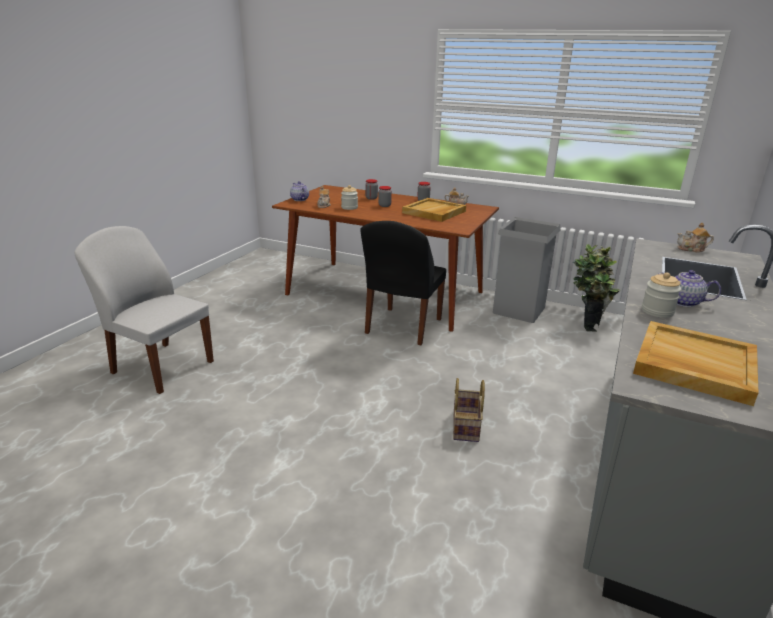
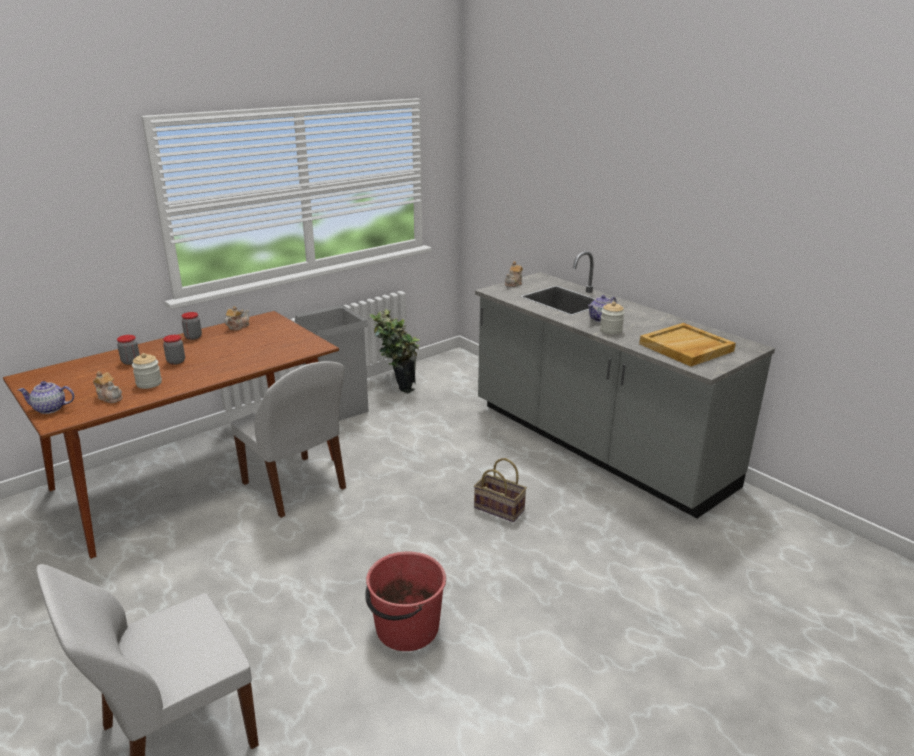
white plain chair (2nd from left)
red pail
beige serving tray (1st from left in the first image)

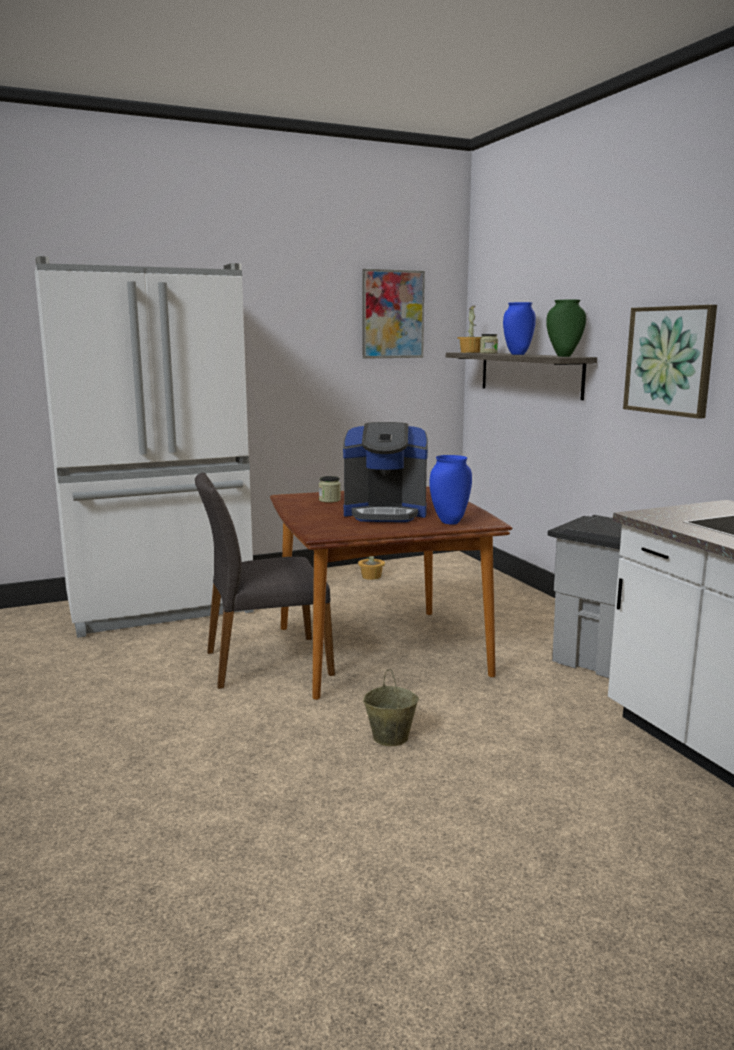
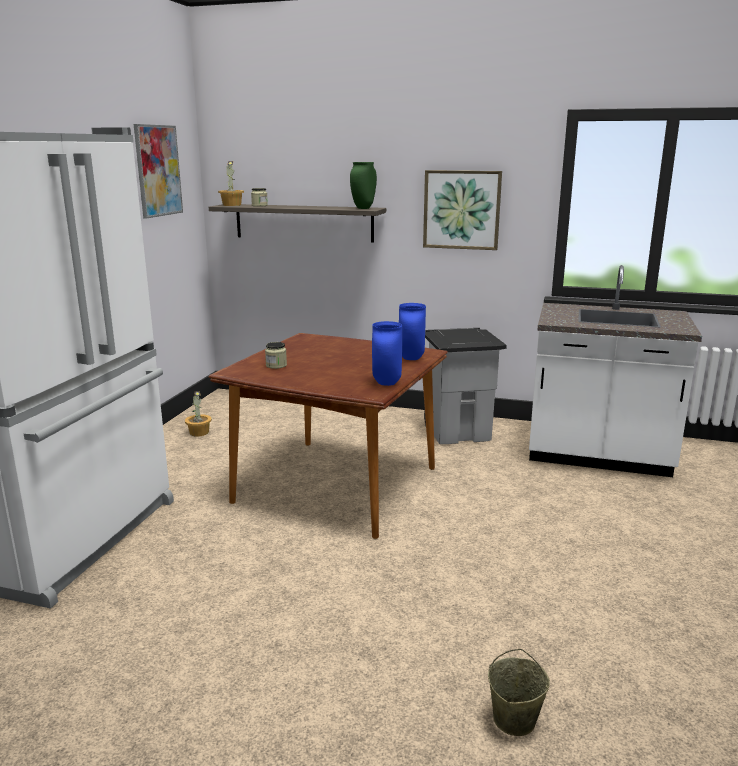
blue vase (1st from left)
beige pail
gray plain chair
coffee brewer

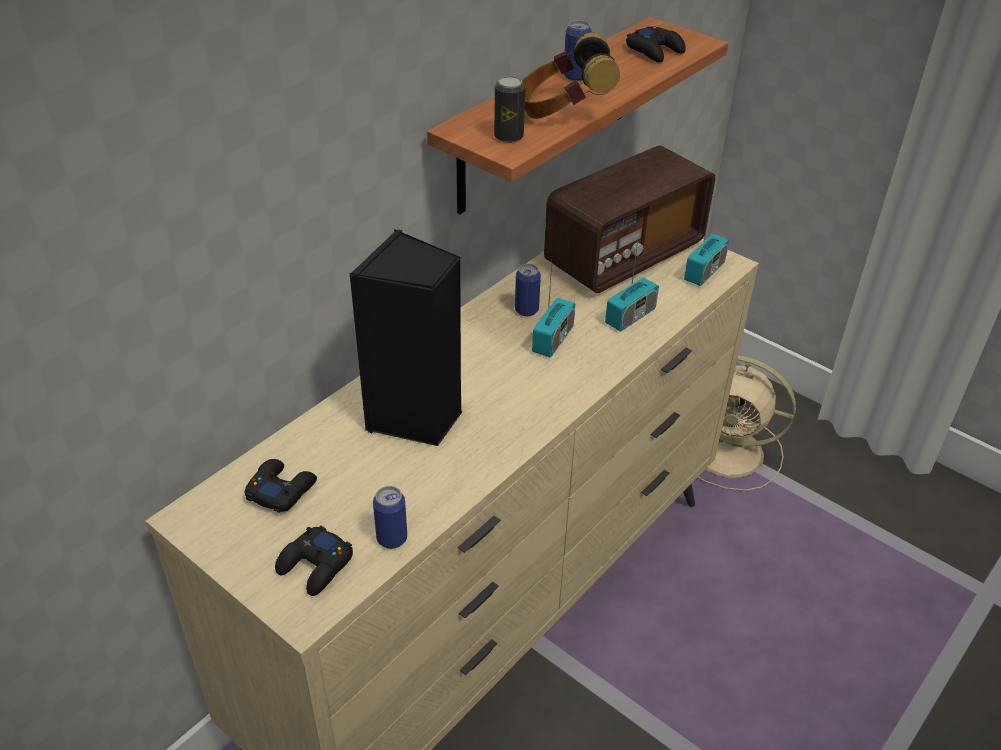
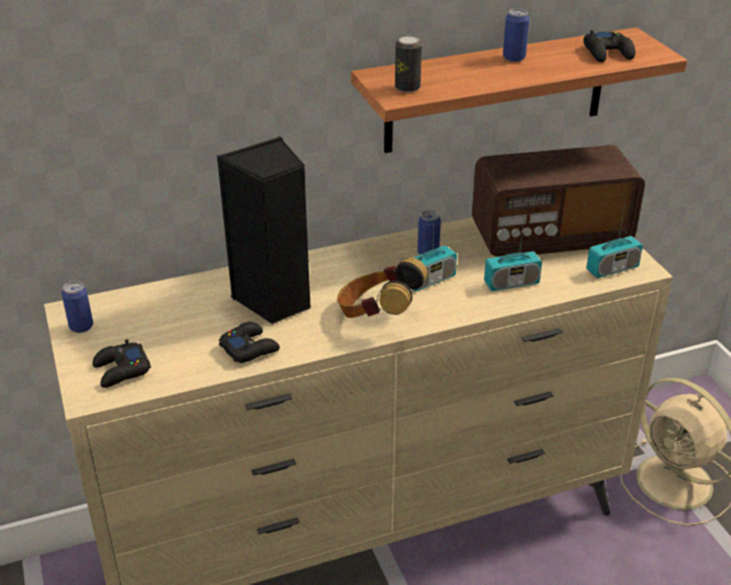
sealed can (1st from left)
black-coloured gamepad (2nd from left)
headphones

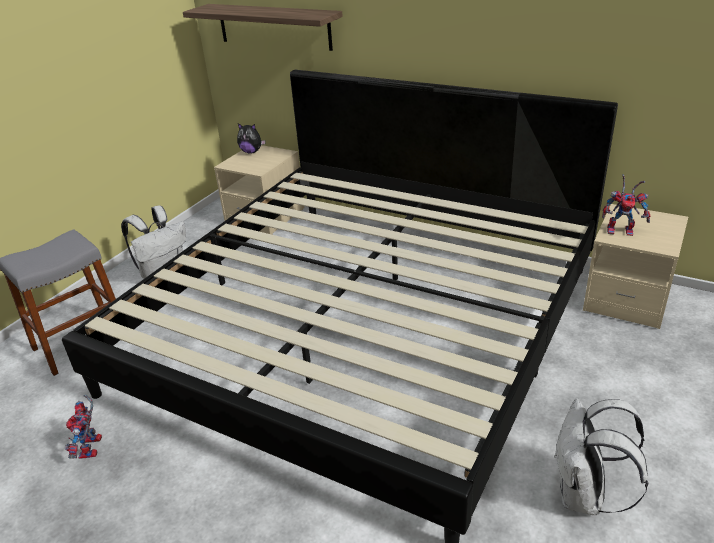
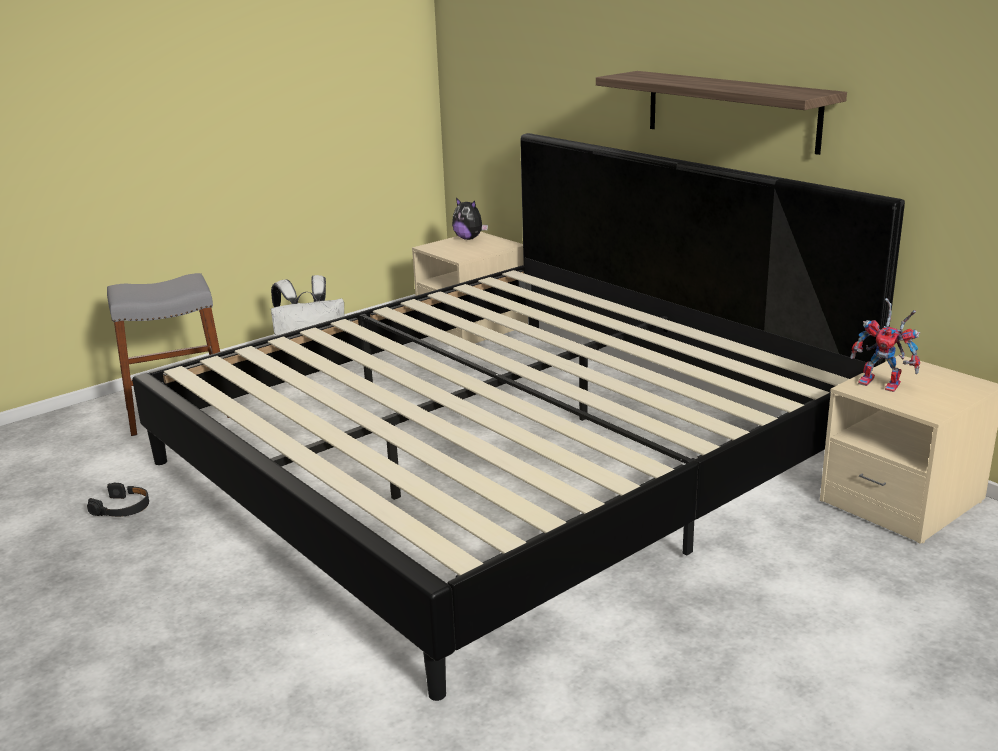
black-coloured headphones
bracket shelf
white knapsack (2nd from left in the first image)

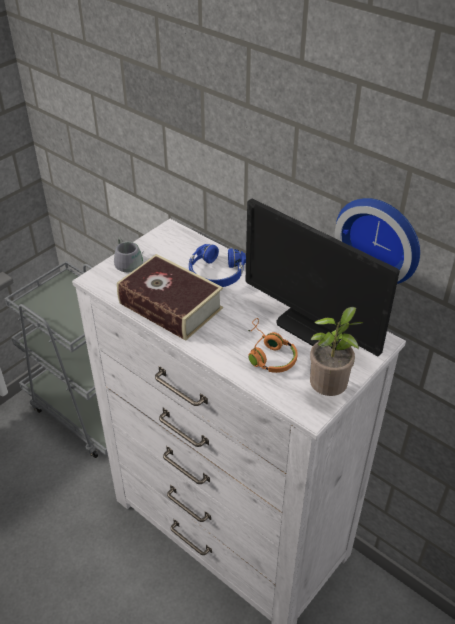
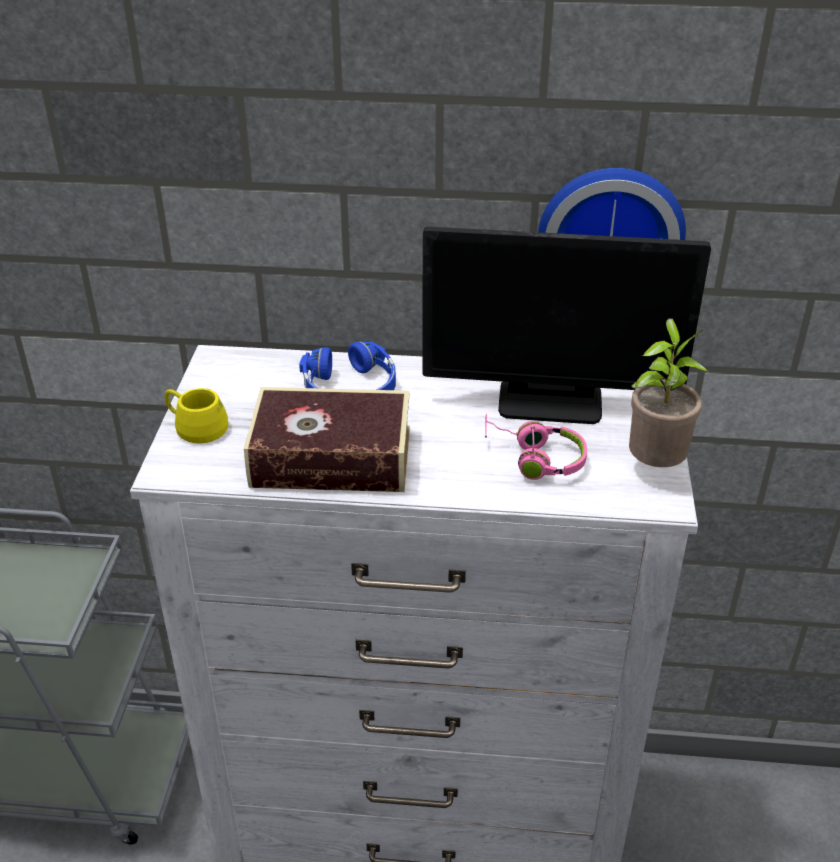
yellow mug
pink-coloured headphones

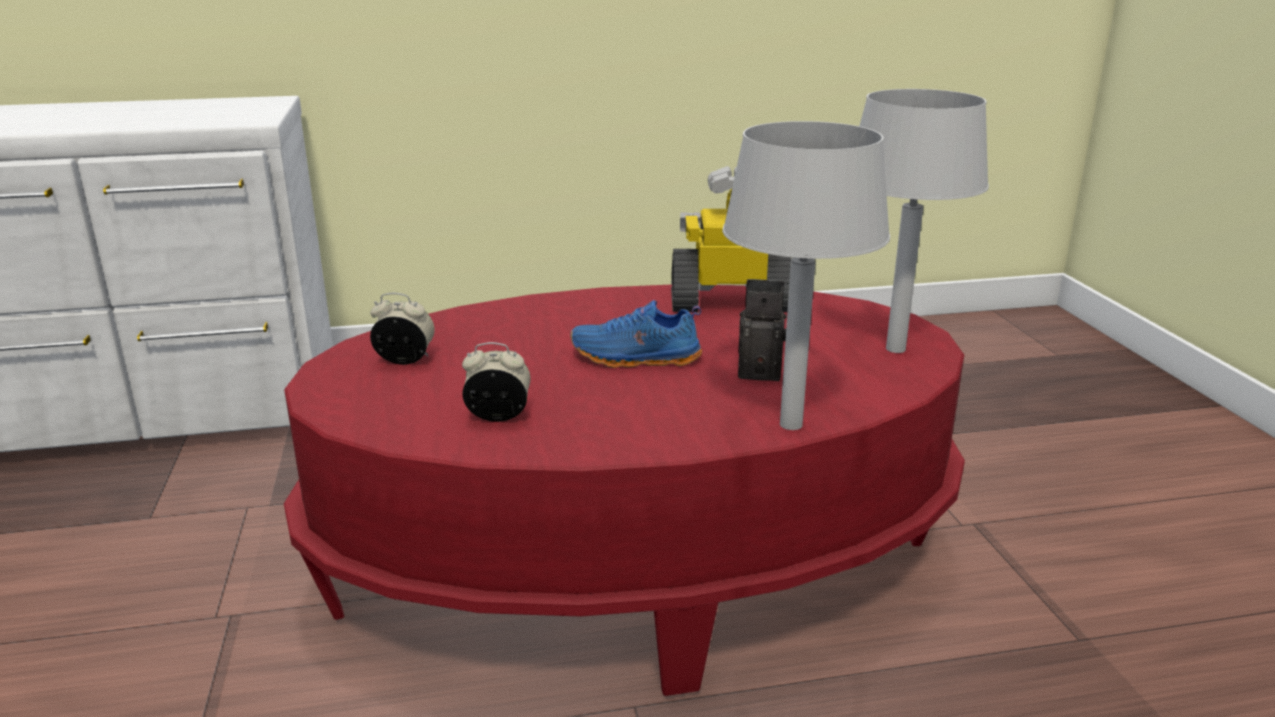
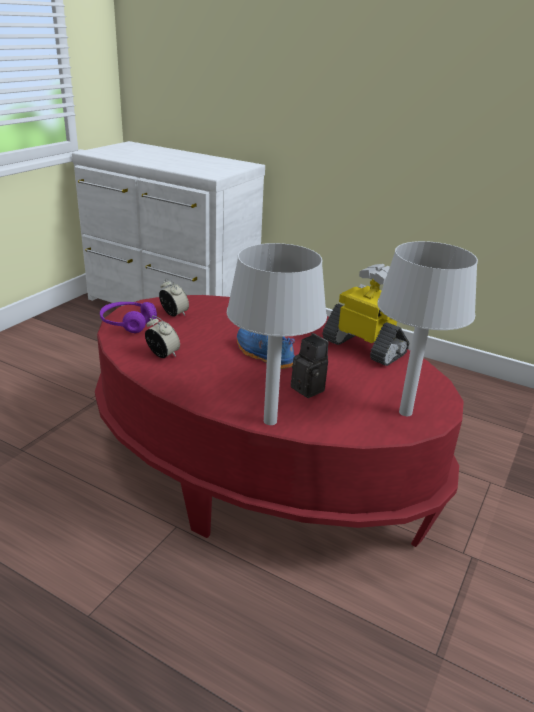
purplish headphones

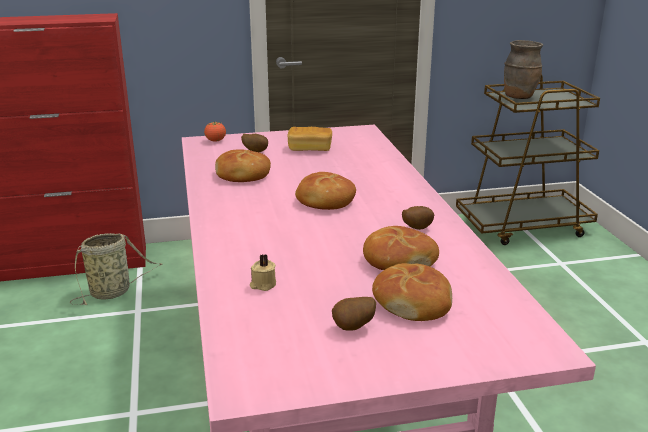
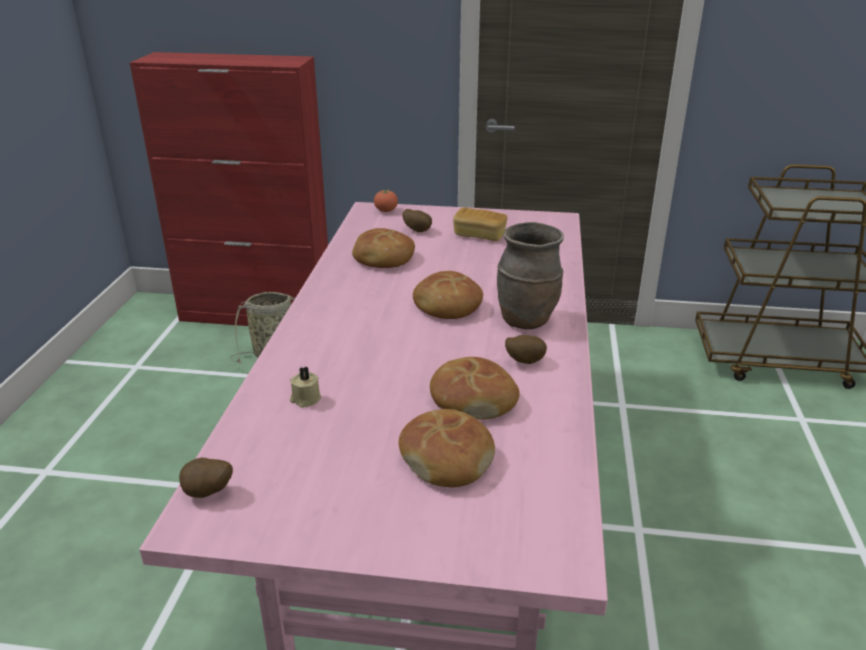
spud (1st from left)
brown vase

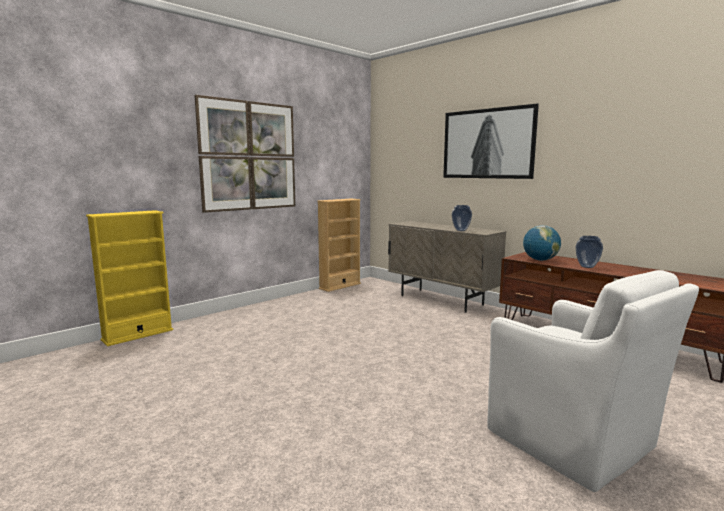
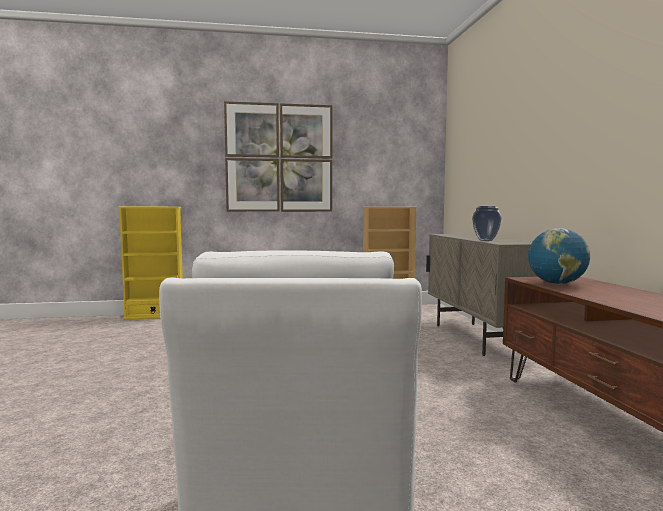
wall art (2nd from left in the first image)
vase (2nd from left in the first image)

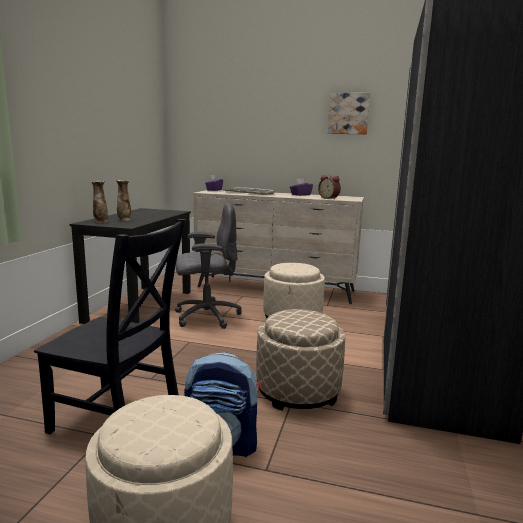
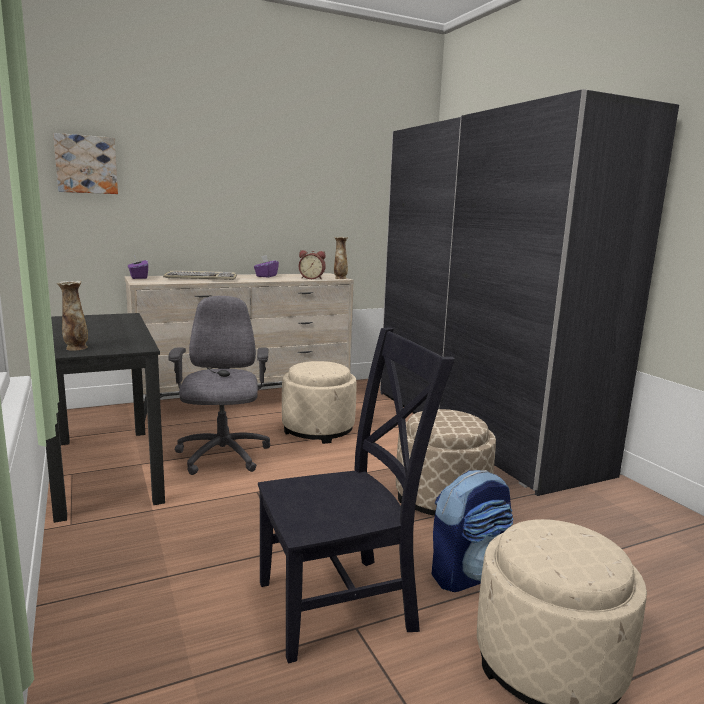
wall art
gray desk chair
vase (2nd from left)

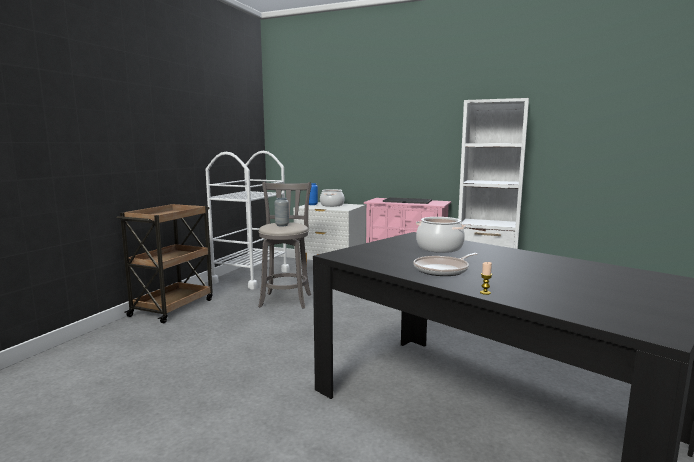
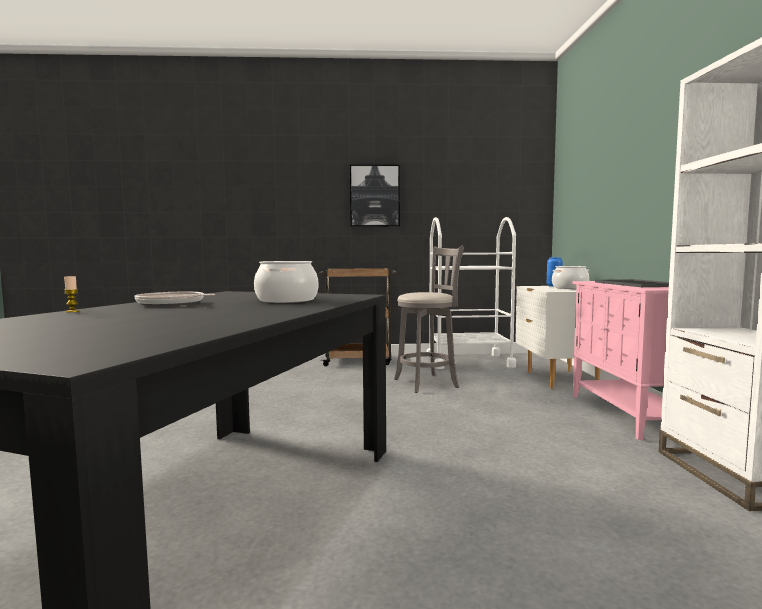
wall art
gray vase

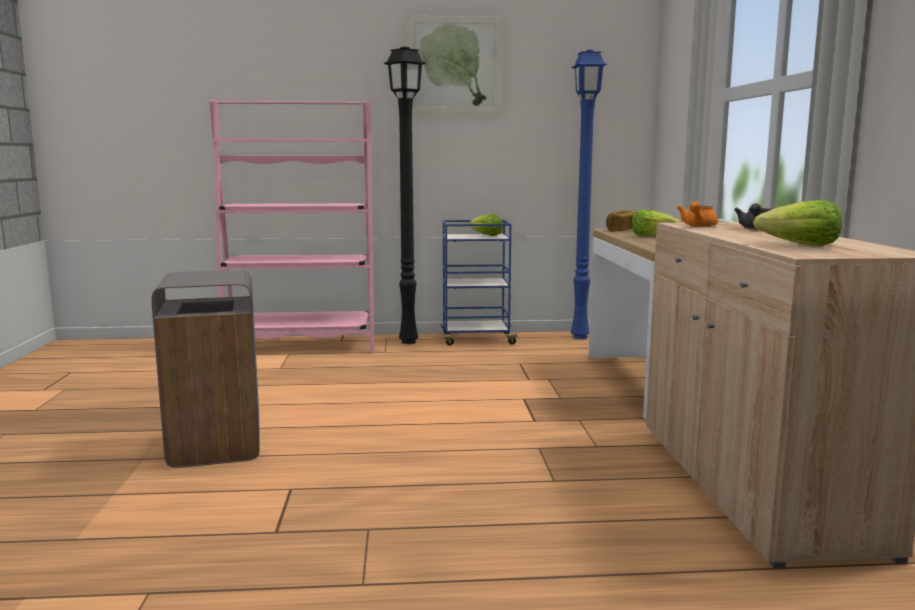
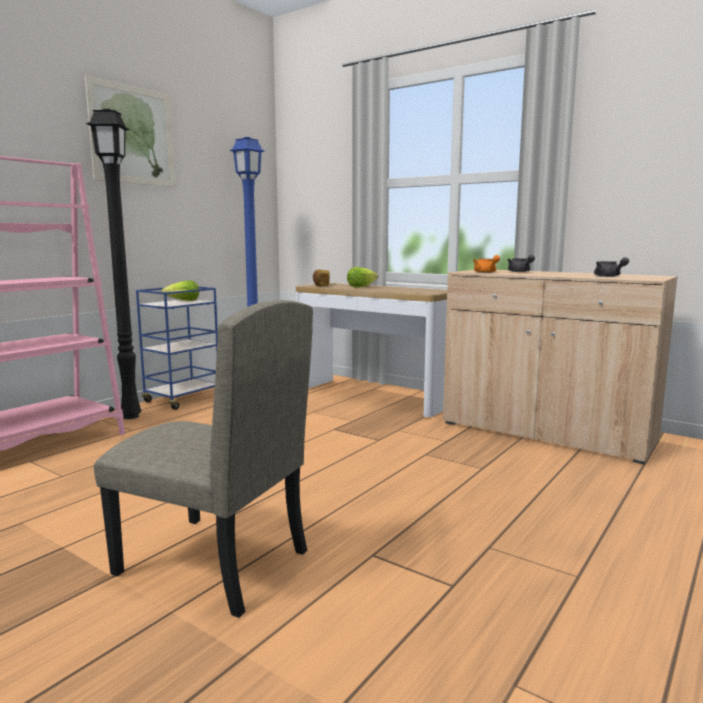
beige plain chair
gray teapot (2nd from left)

